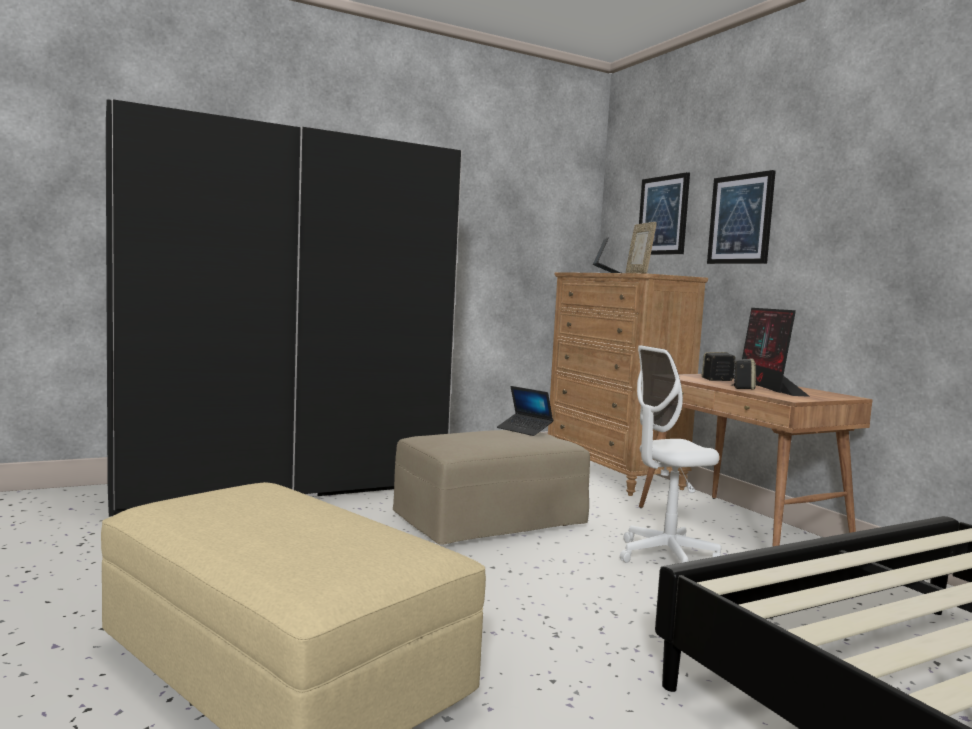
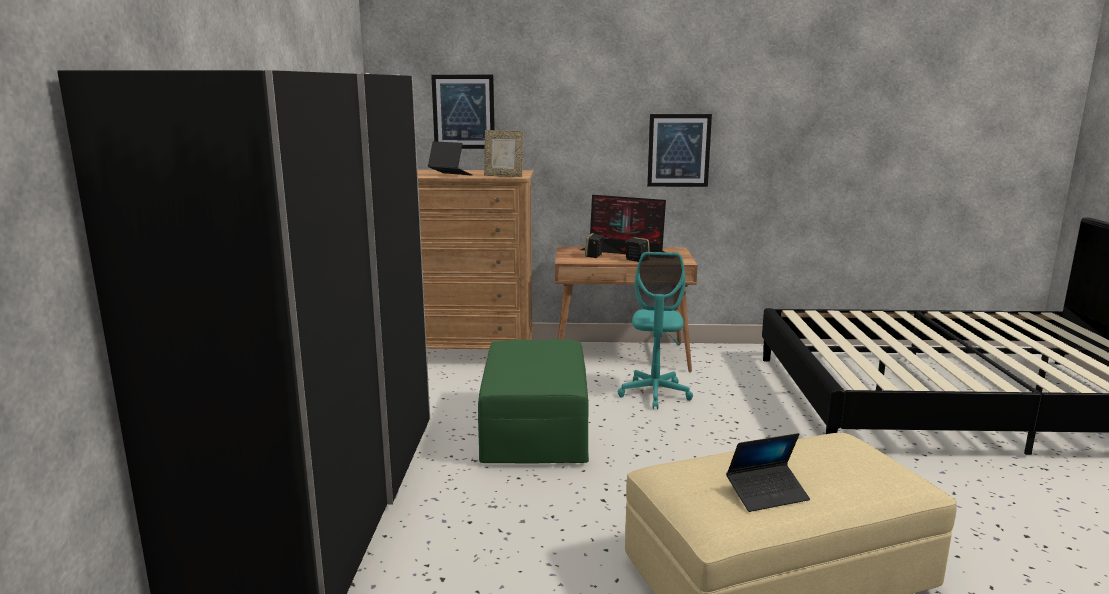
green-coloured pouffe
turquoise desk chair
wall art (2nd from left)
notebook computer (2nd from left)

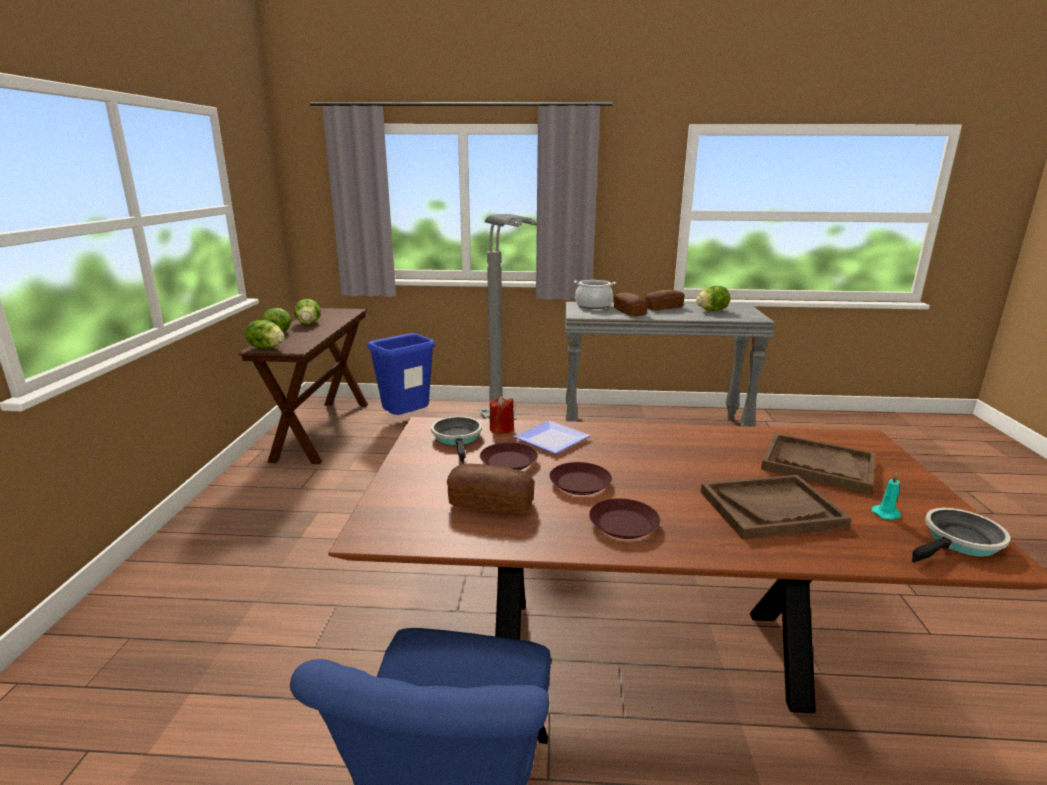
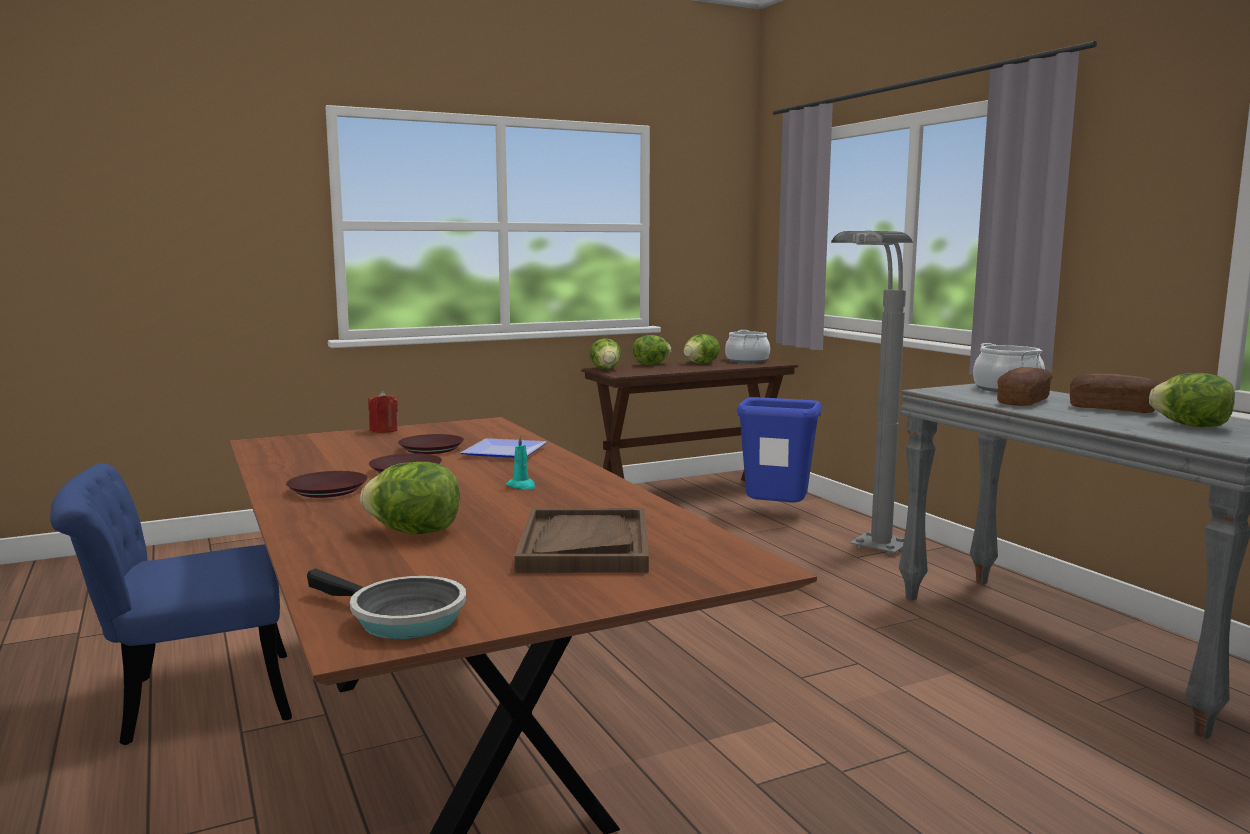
lettuce (1st from left)
red wax candle
turquoise wax candle
stockpot (1st from left)
skillet (1st from left in the first image)
baked bread (1st from left in the first image)

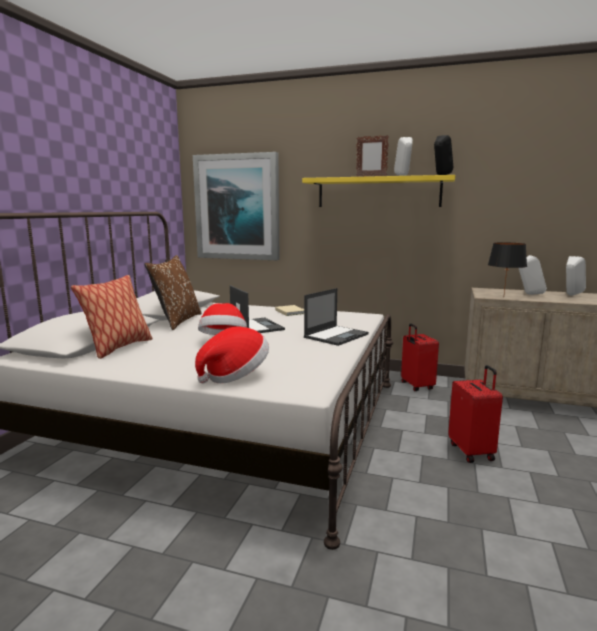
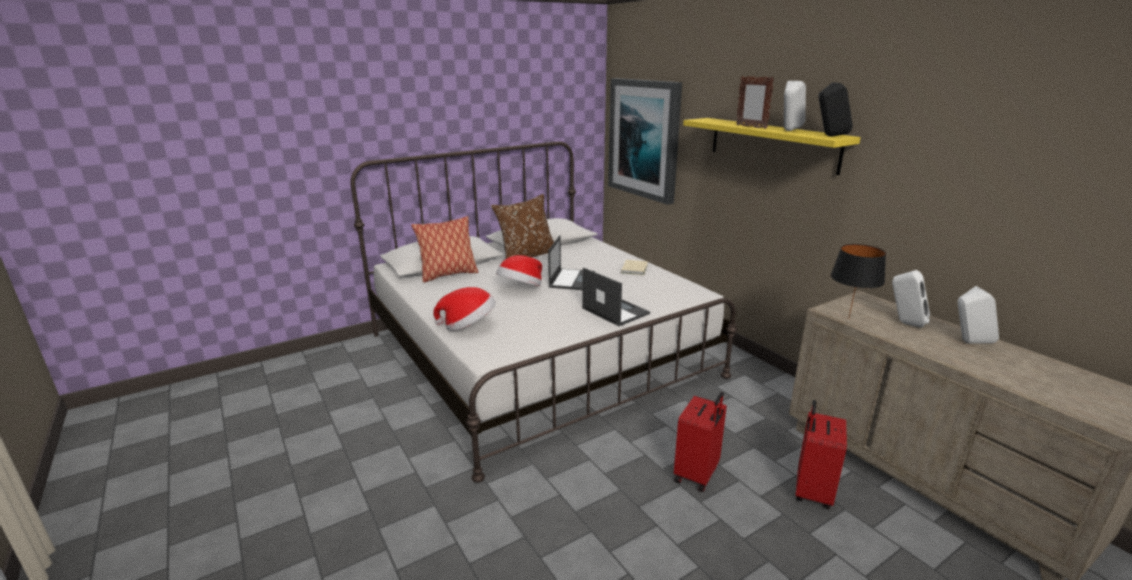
notebook computer (2nd from left)
red piece of luggage (2nd from left)

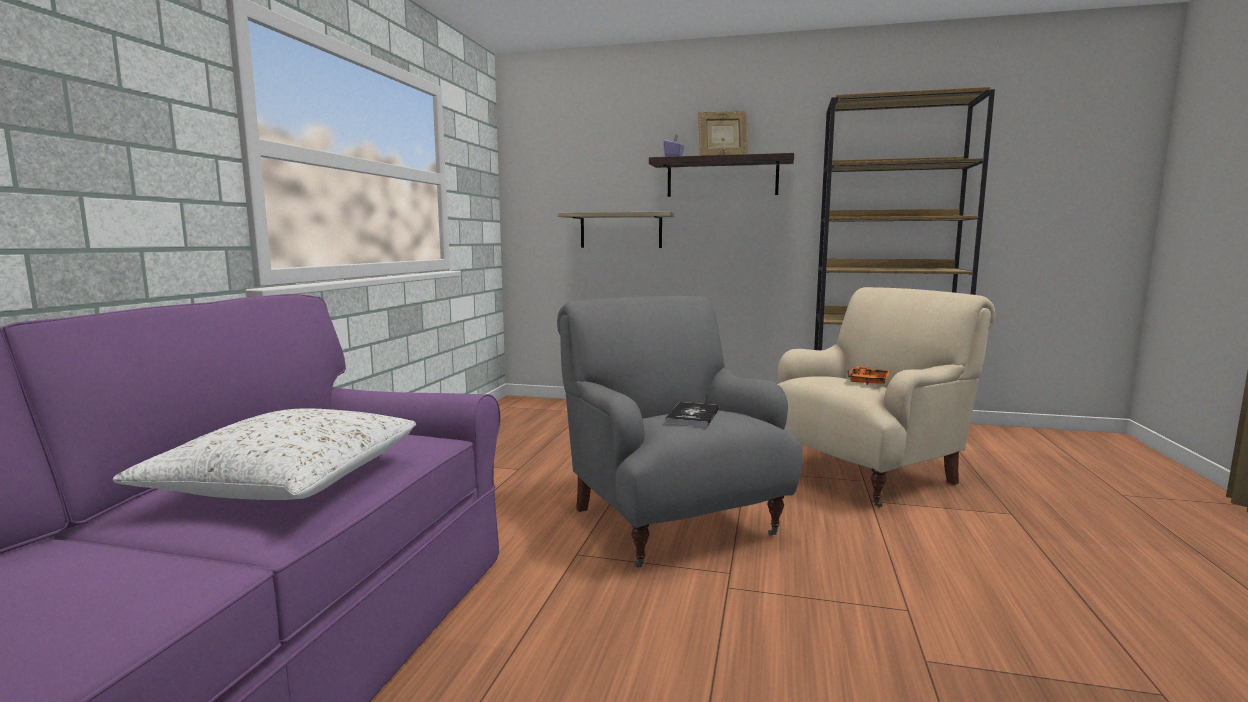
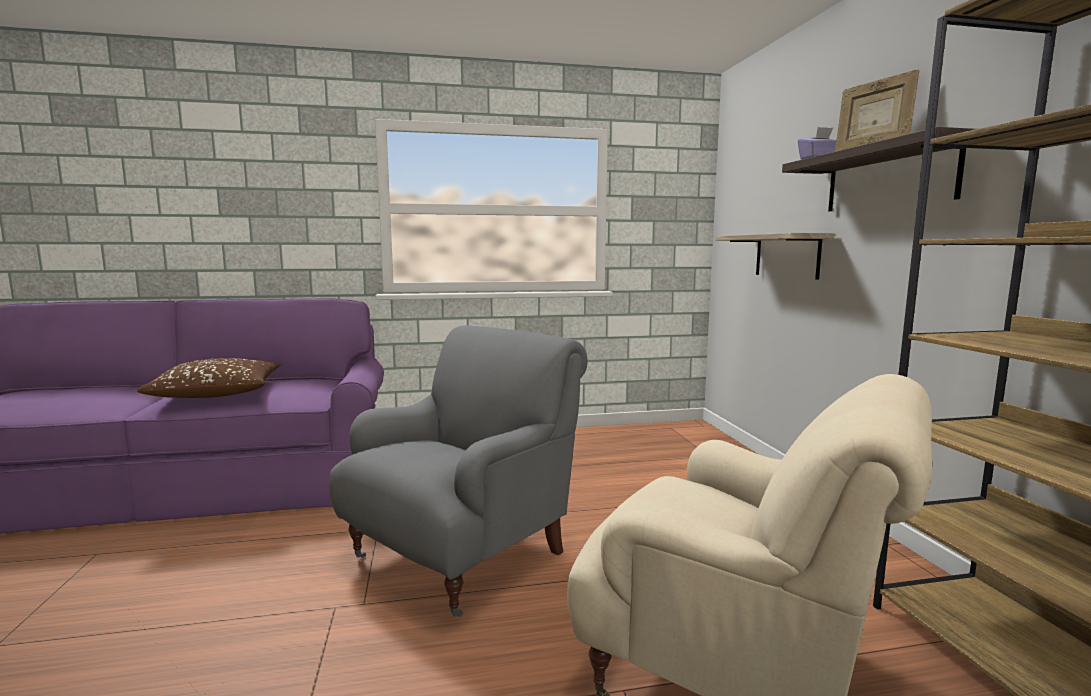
brown cushion
volume
orangey serving tray

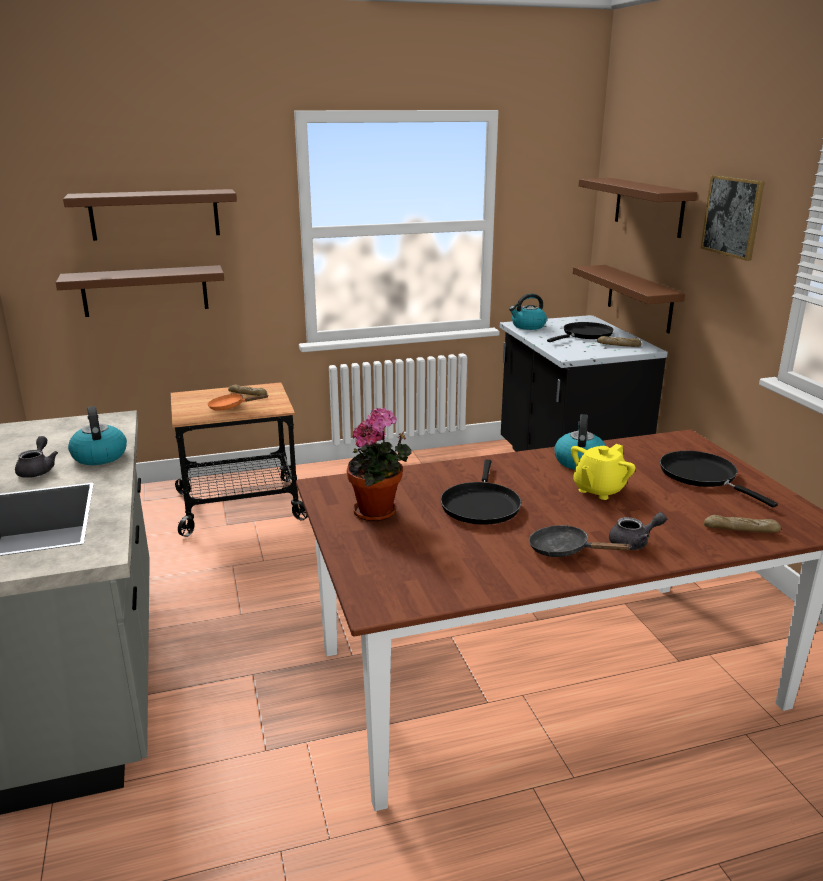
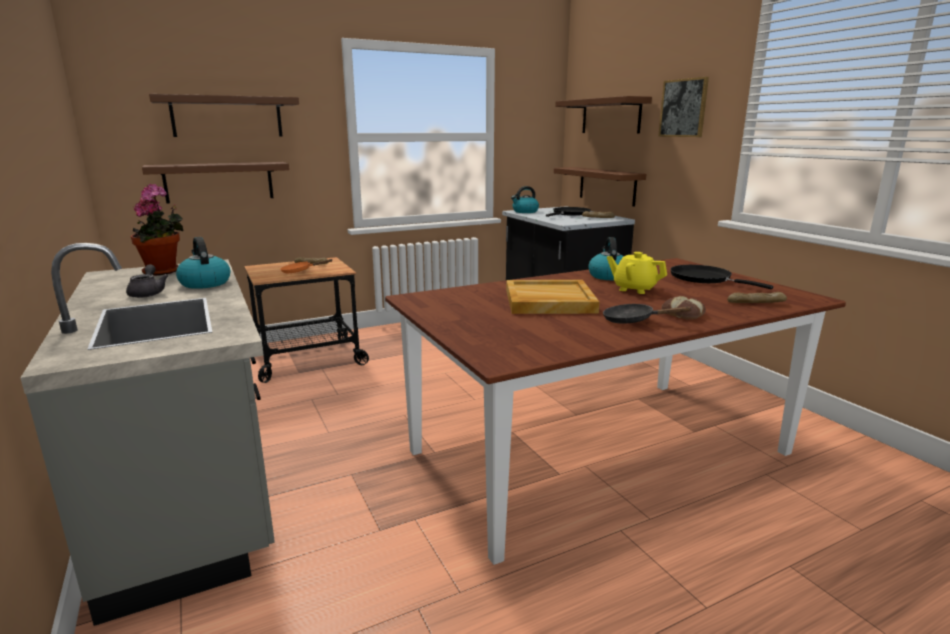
houseplant
beige serving tray
yellow teapot
baked bread (3rd from left)

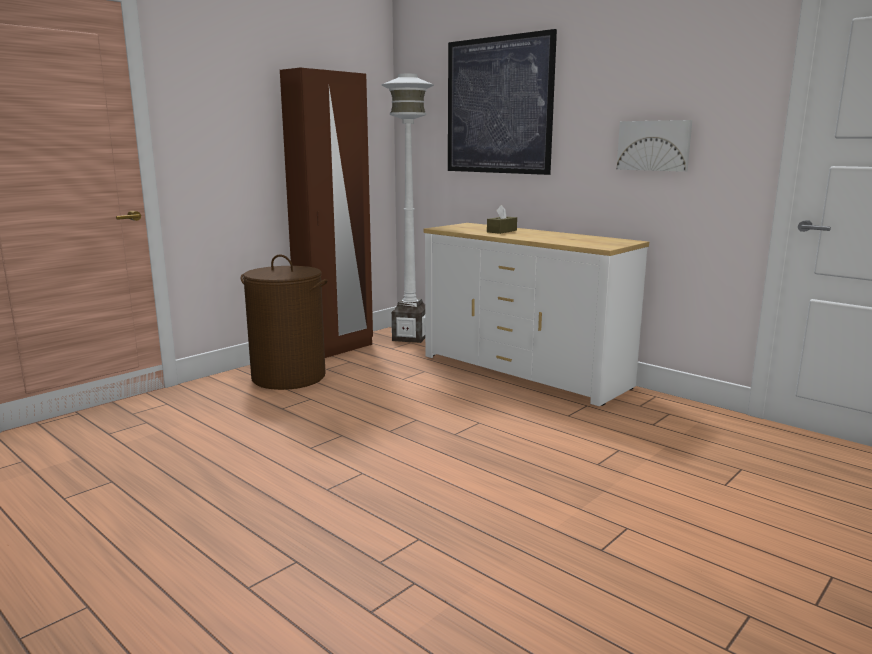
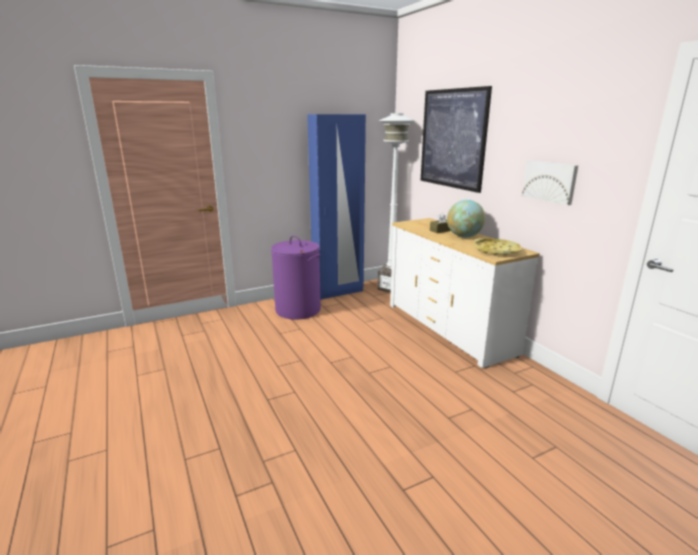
purplish washing basket
blue clothes cupboard
world globe
yellow serving tray

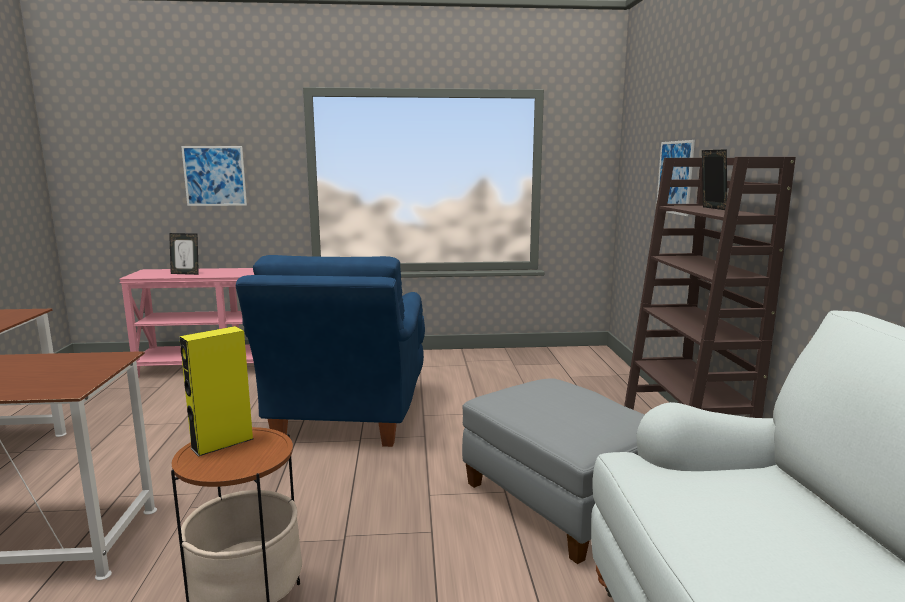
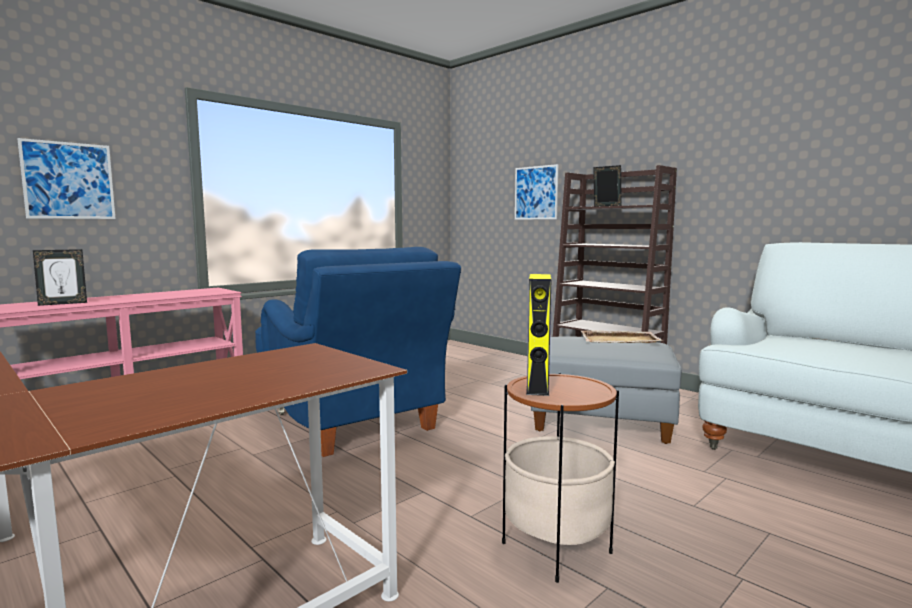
beige serving tray

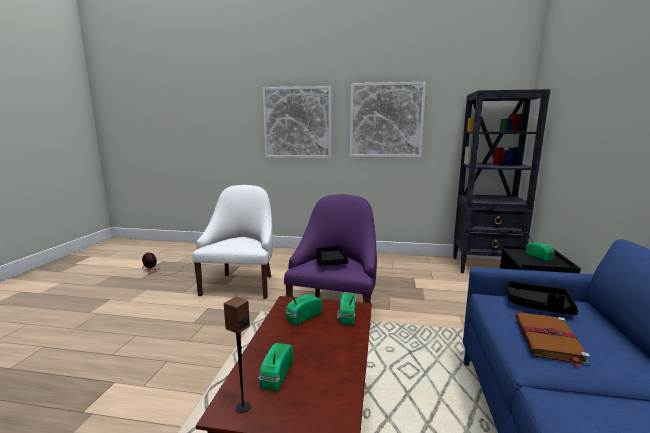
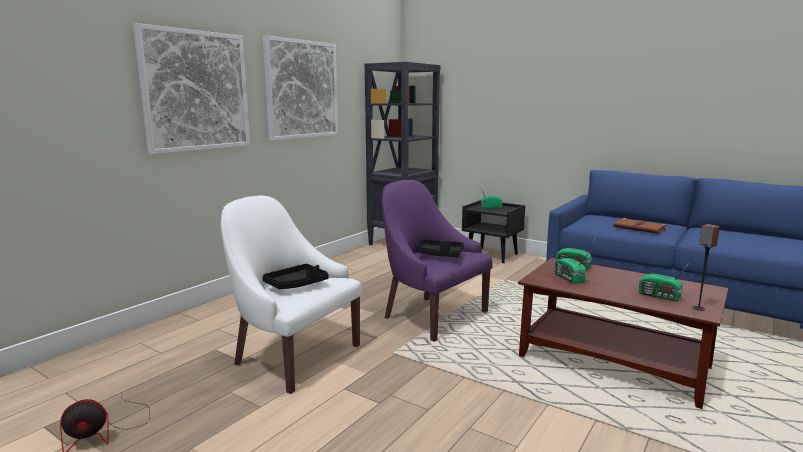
black-coloured serving tray (1st from left)

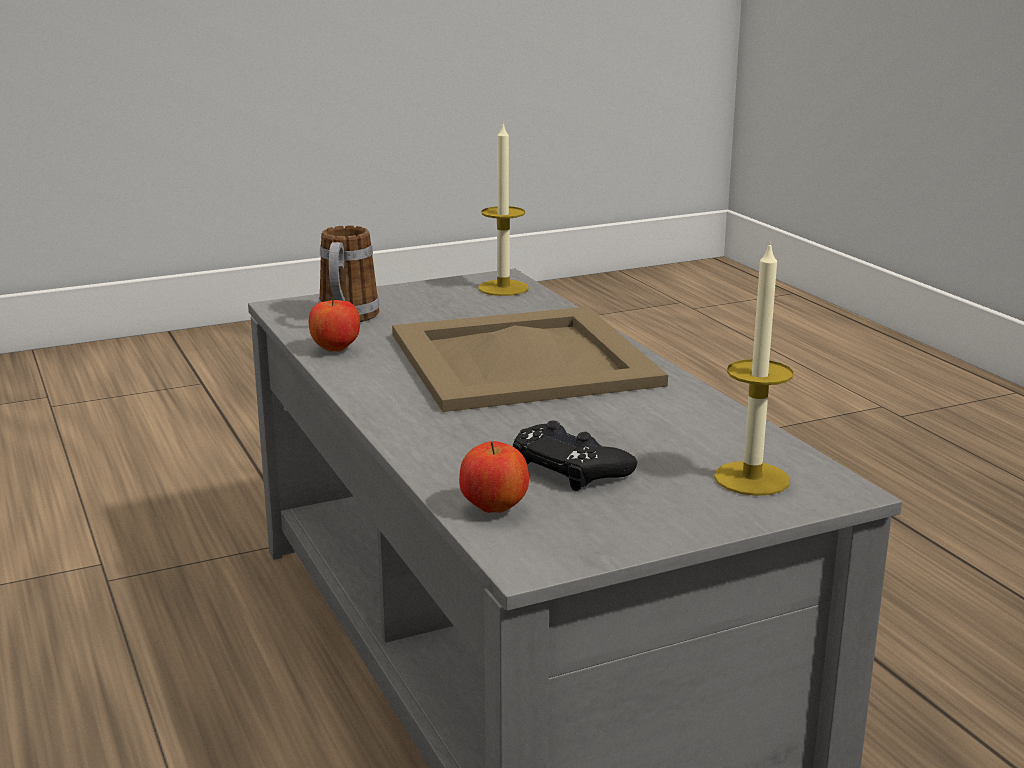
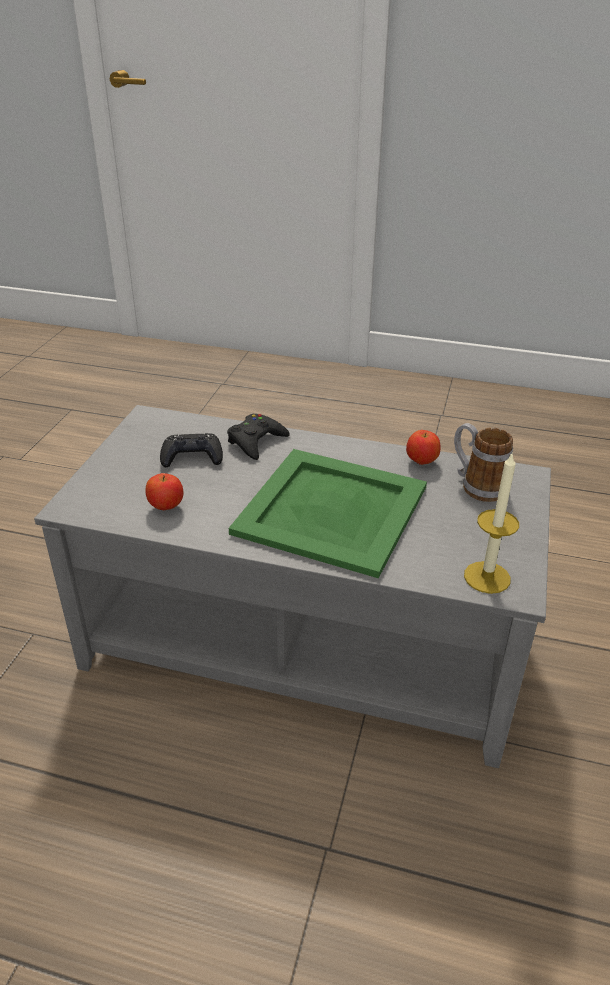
apple (1st from left)
black-coloured gamepad (2nd from left)
green-coloured serving tray
wax candle (2nd from left in the first image)

